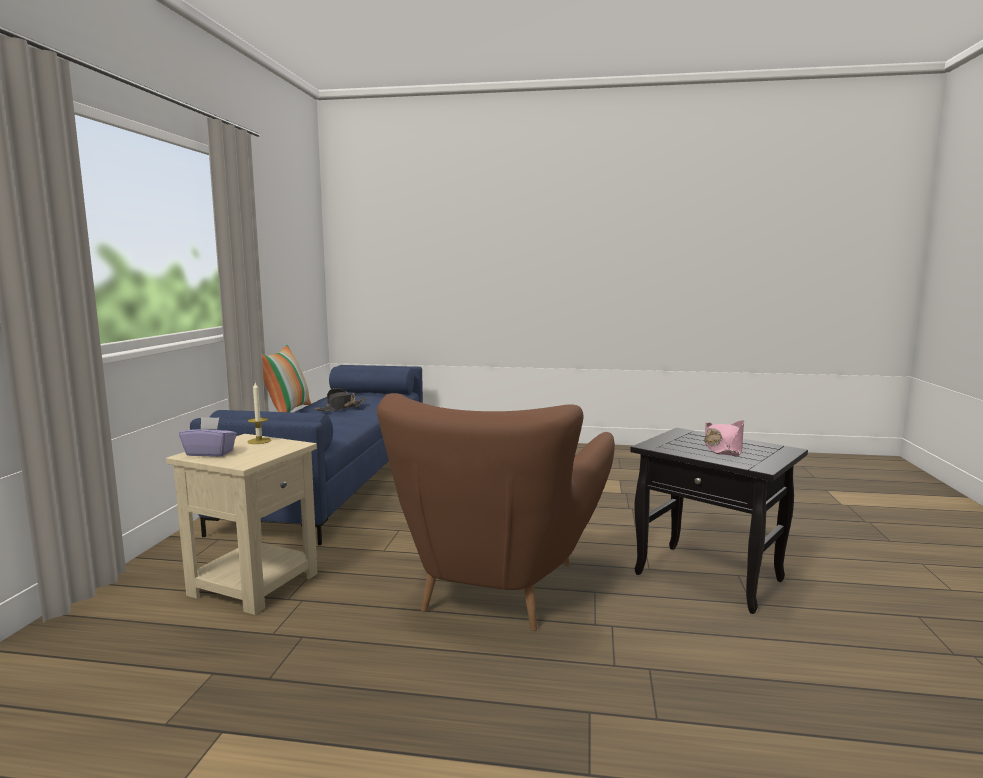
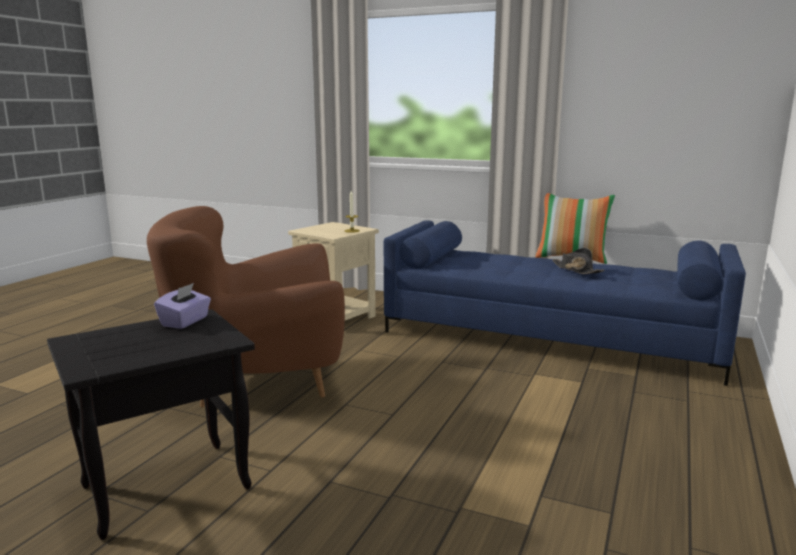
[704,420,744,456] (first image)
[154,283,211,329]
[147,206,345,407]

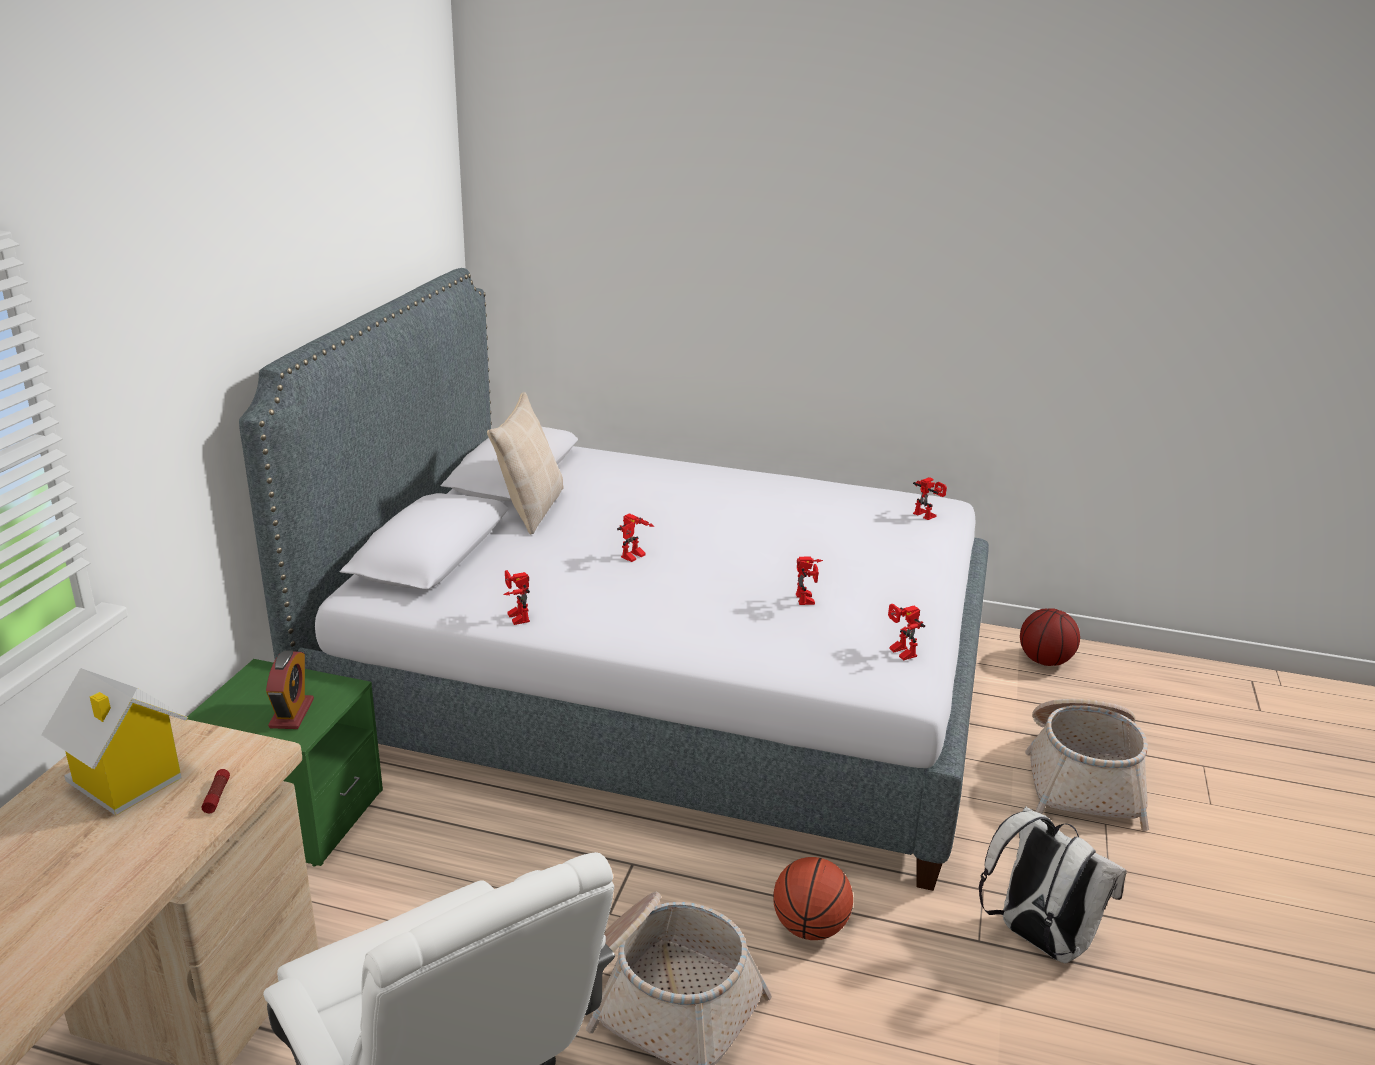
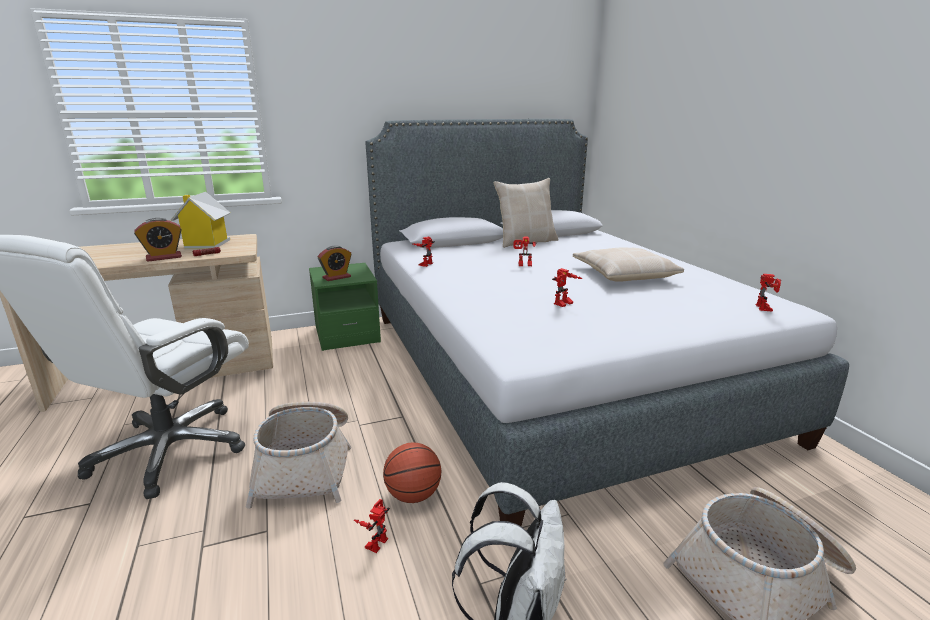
[1020,608,1080,666] (first image)
[134,218,182,262]
[573,247,684,282]
[354,499,390,553]

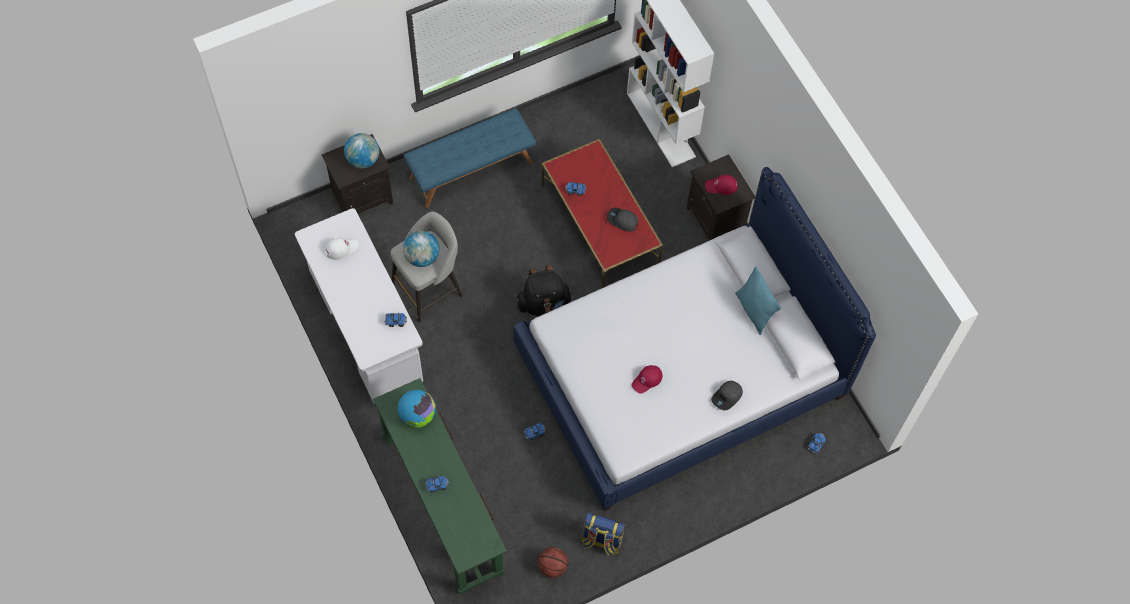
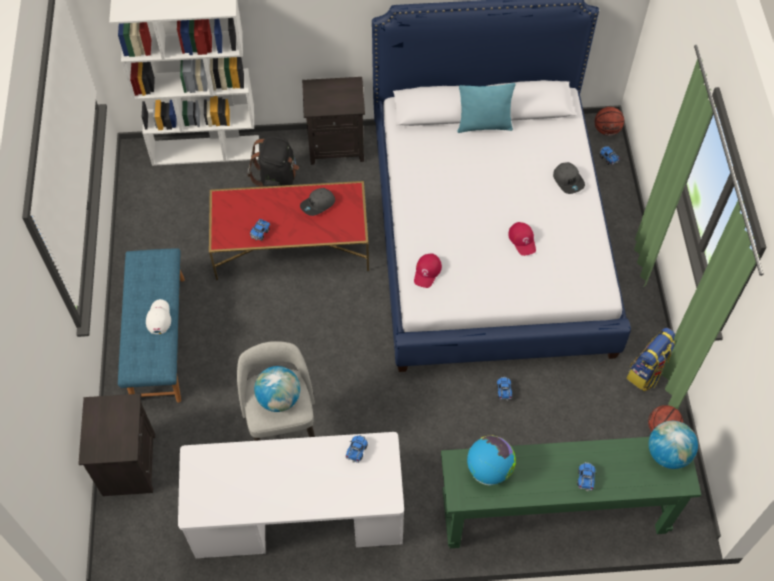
[595,107,624,136]
[146,299,171,334]
[649,421,698,469]
[248,136,299,187]
[414,253,442,288]

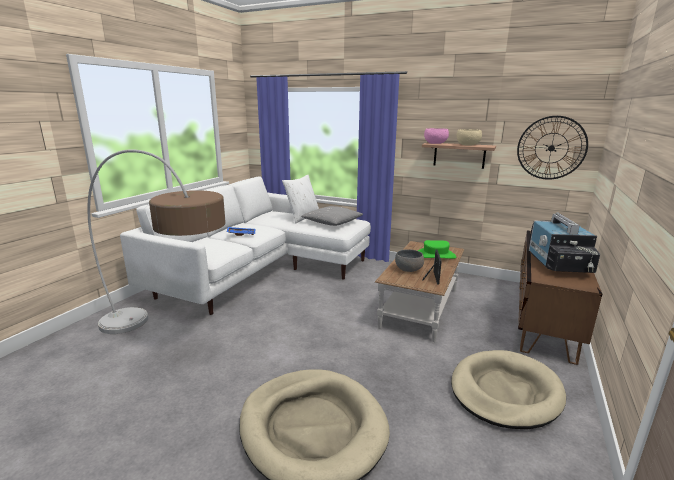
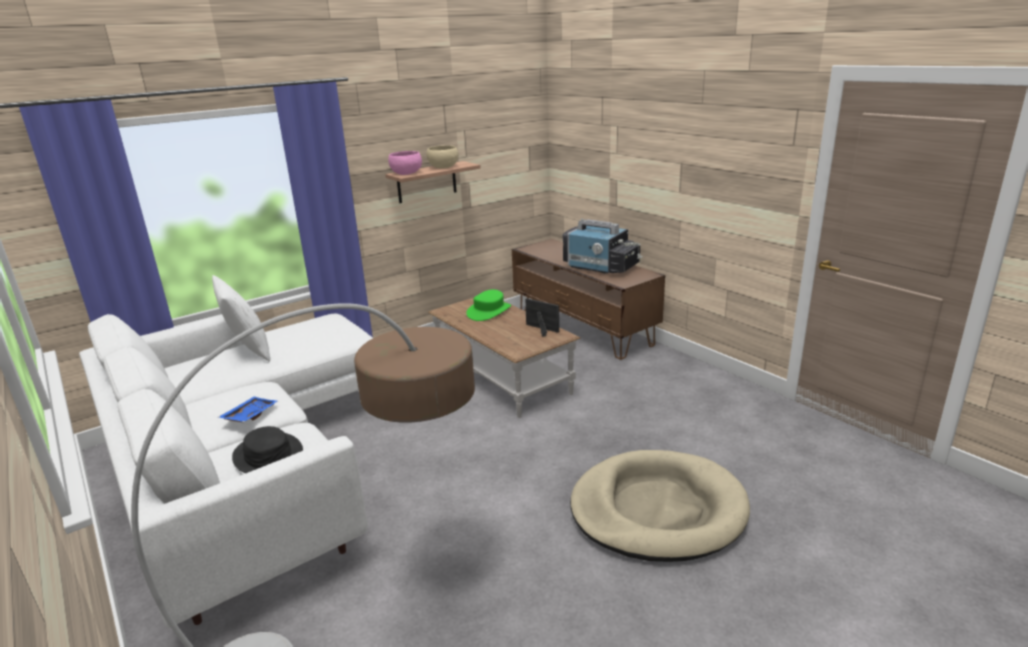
[301,206,363,226] (first image)
[395,249,424,272] (first image)
[451,350,566,429] (first image)
[517,116,588,180] (first image)
[232,426,303,473]

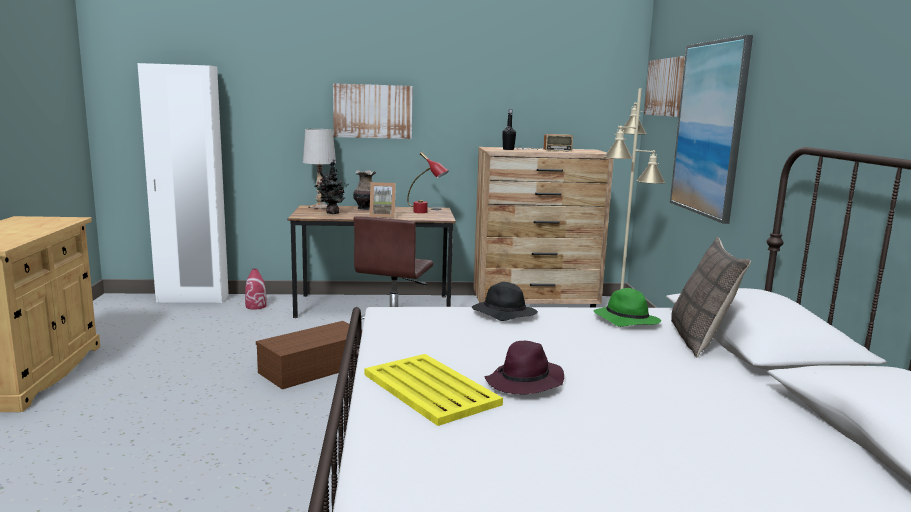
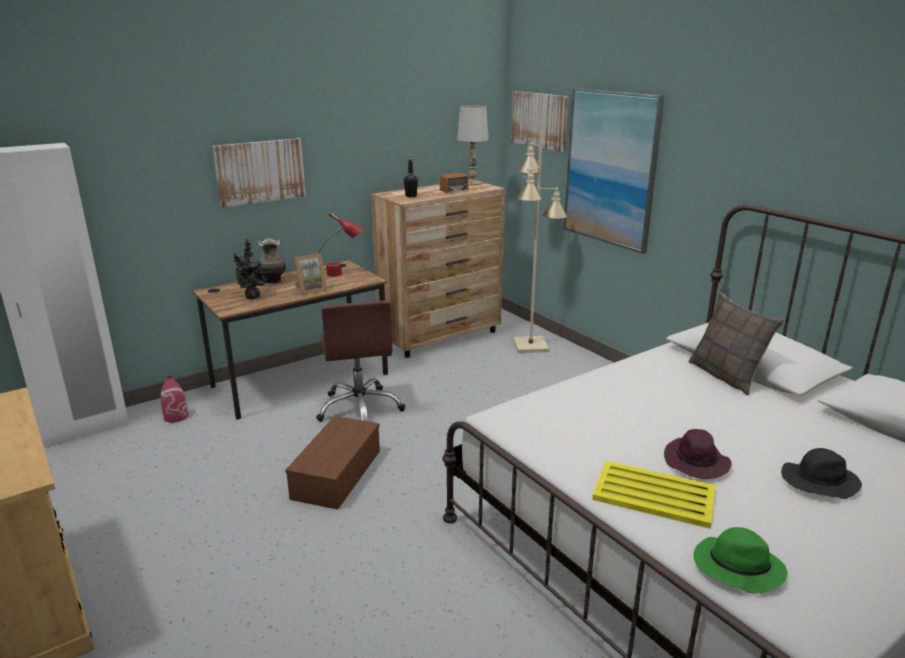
[457,105,489,185]
[781,448,862,499]
[693,527,787,594]

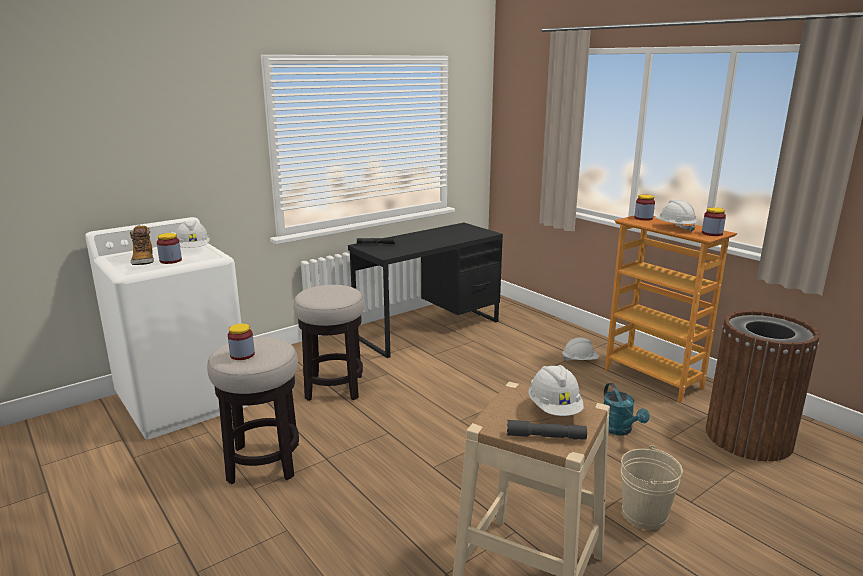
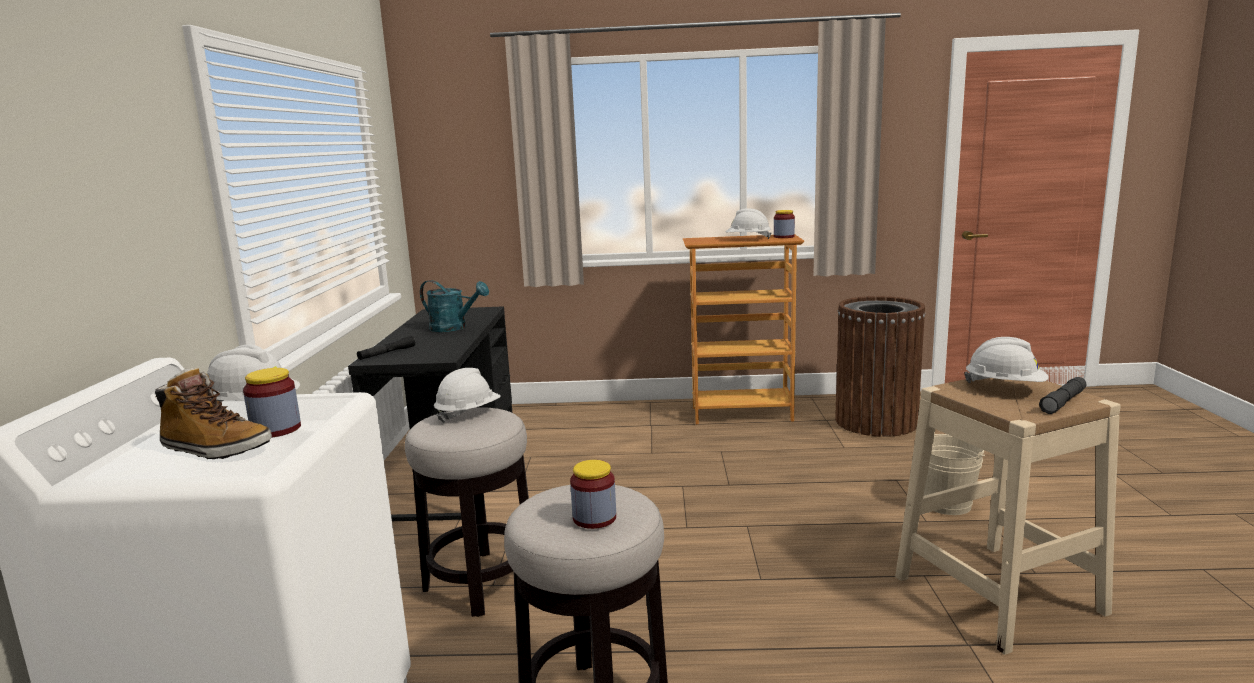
[634,195,655,221] (first image)
[434,368,501,423]
[420,280,489,332]

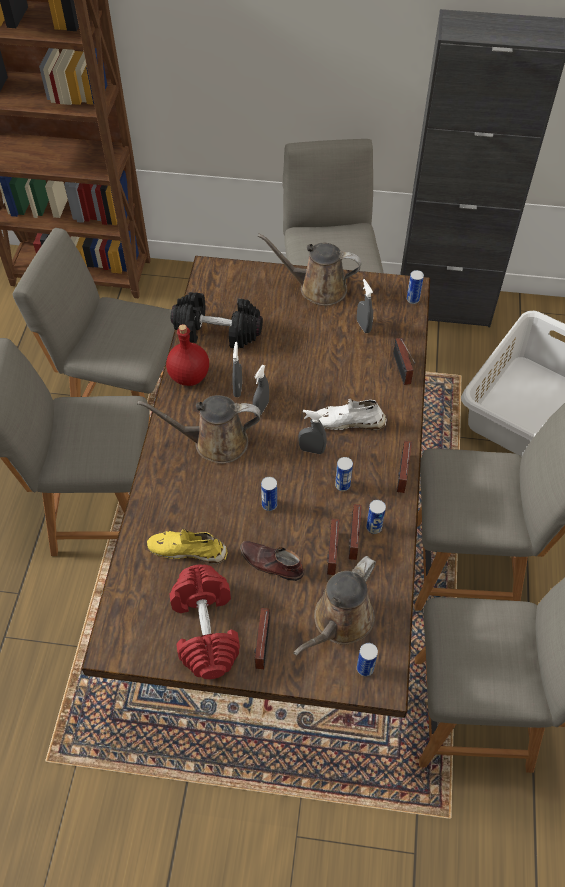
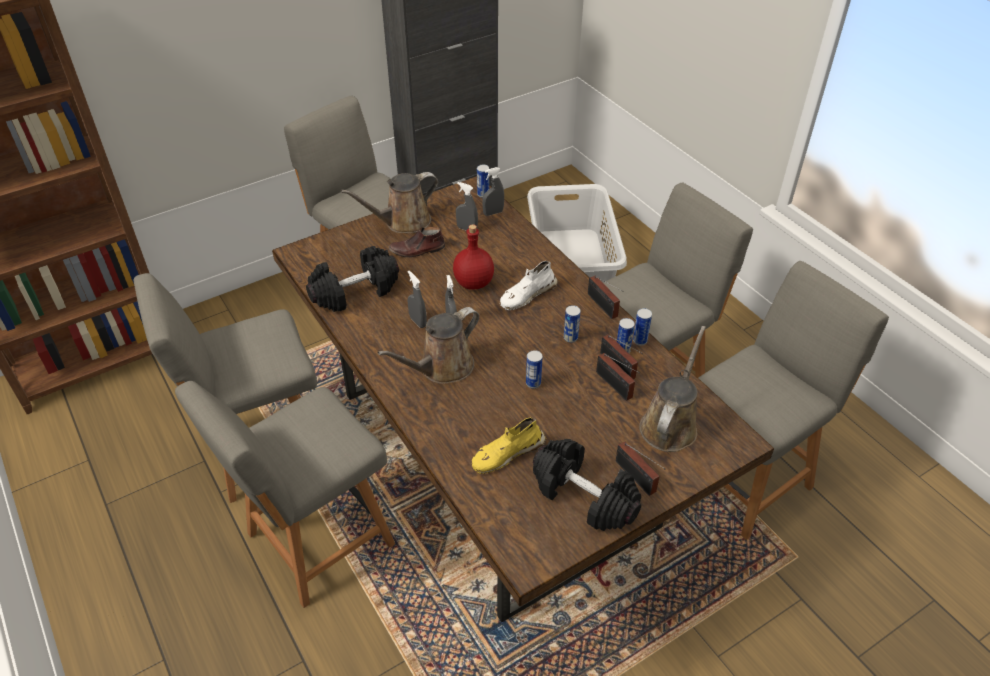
[393,338,415,385] (first image)
[453,224,494,290]
[389,227,445,257]
[482,167,504,216]
[633,308,652,346]
[533,439,641,531]
[639,326,706,452]

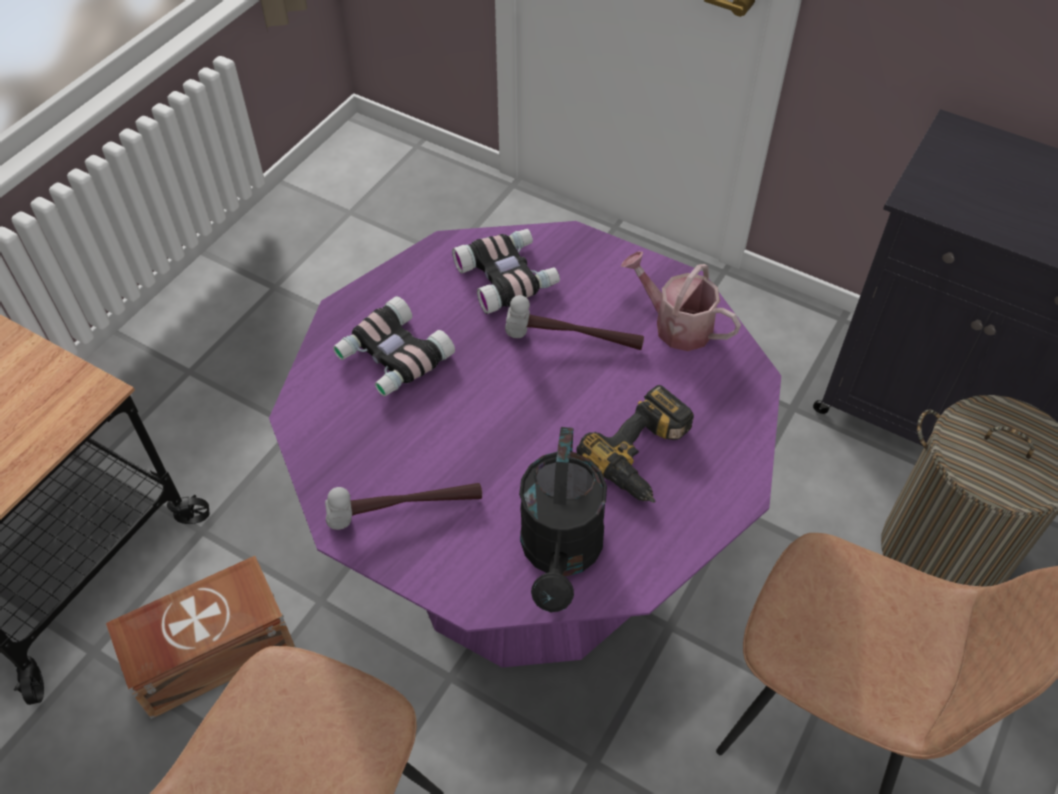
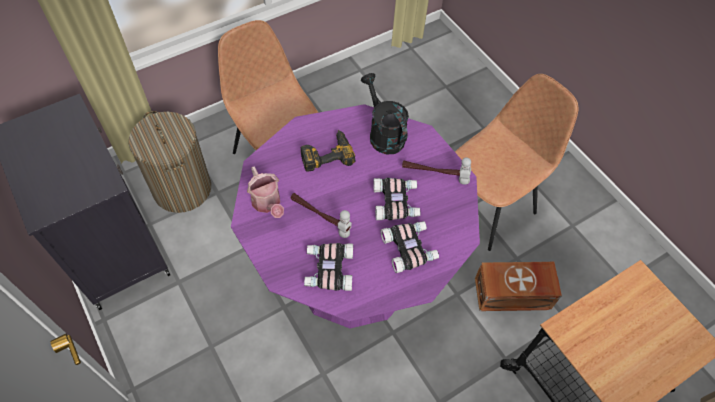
[373,178,420,220]
[361,73,409,154]

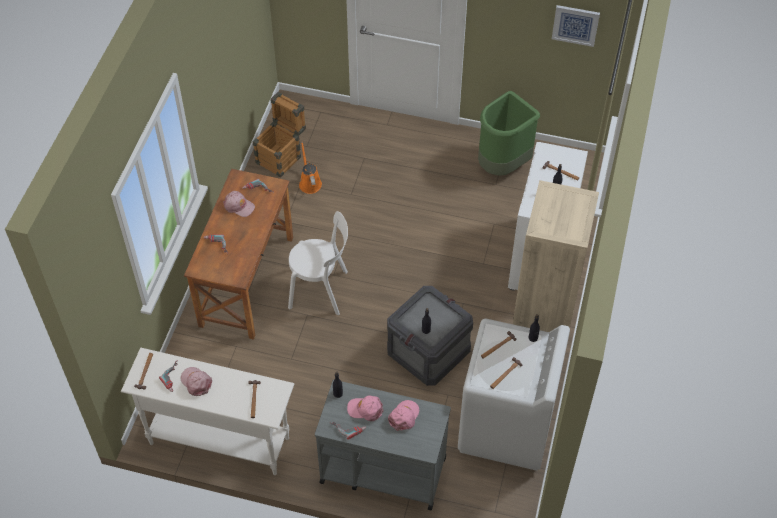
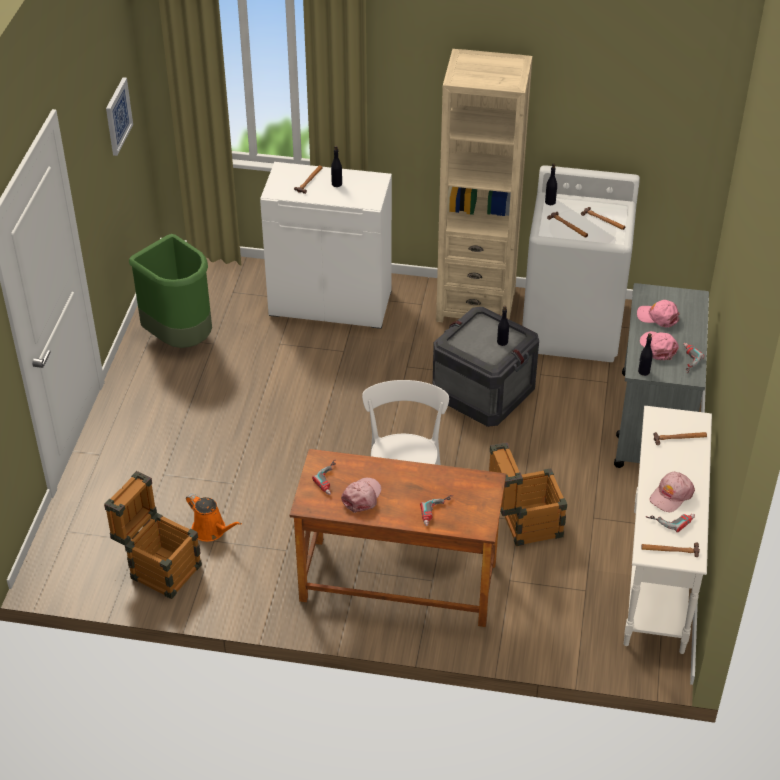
[489,442,567,546]
[186,493,242,542]
[640,331,679,360]

